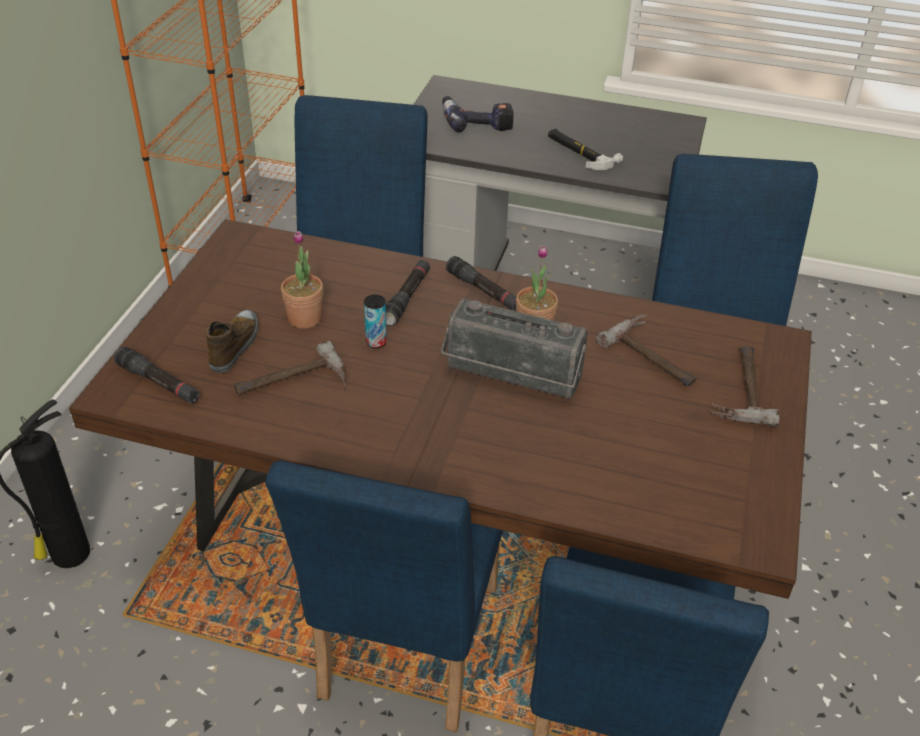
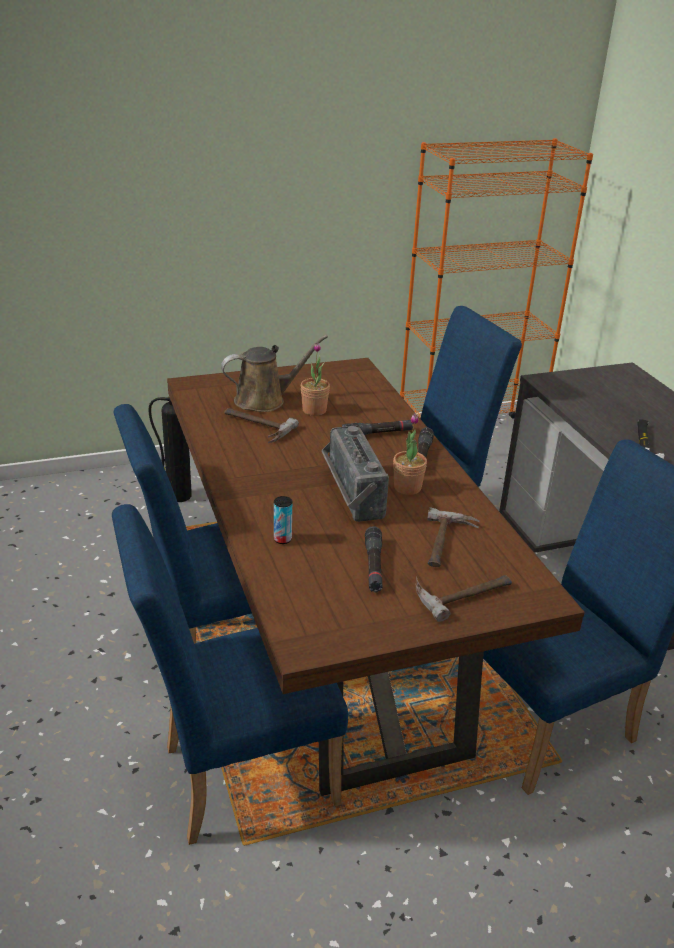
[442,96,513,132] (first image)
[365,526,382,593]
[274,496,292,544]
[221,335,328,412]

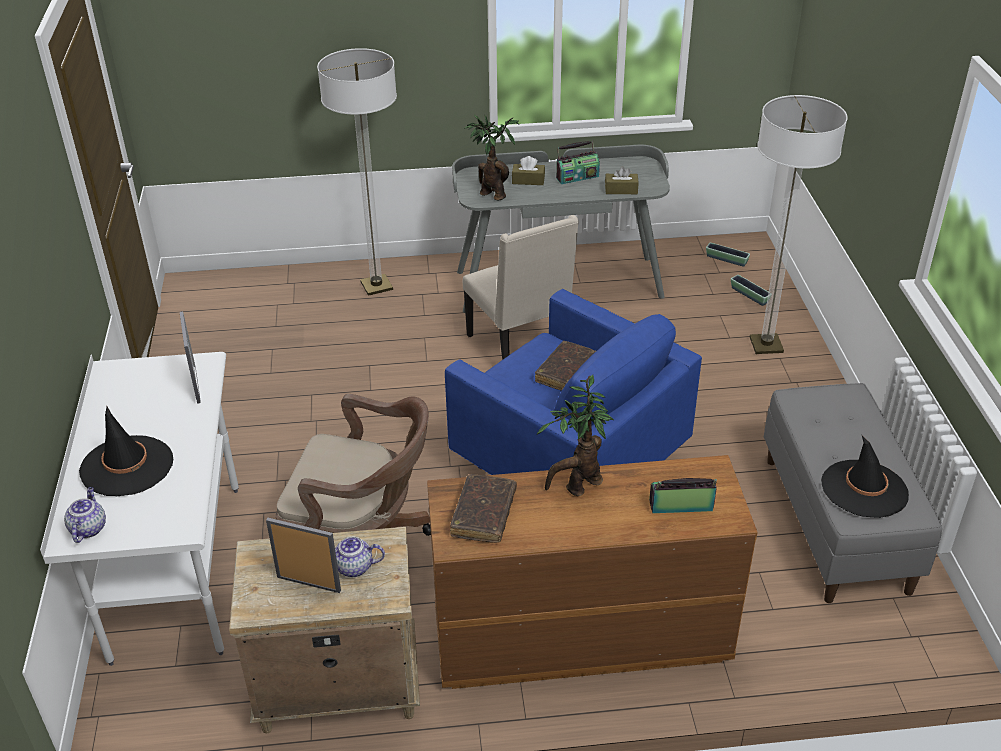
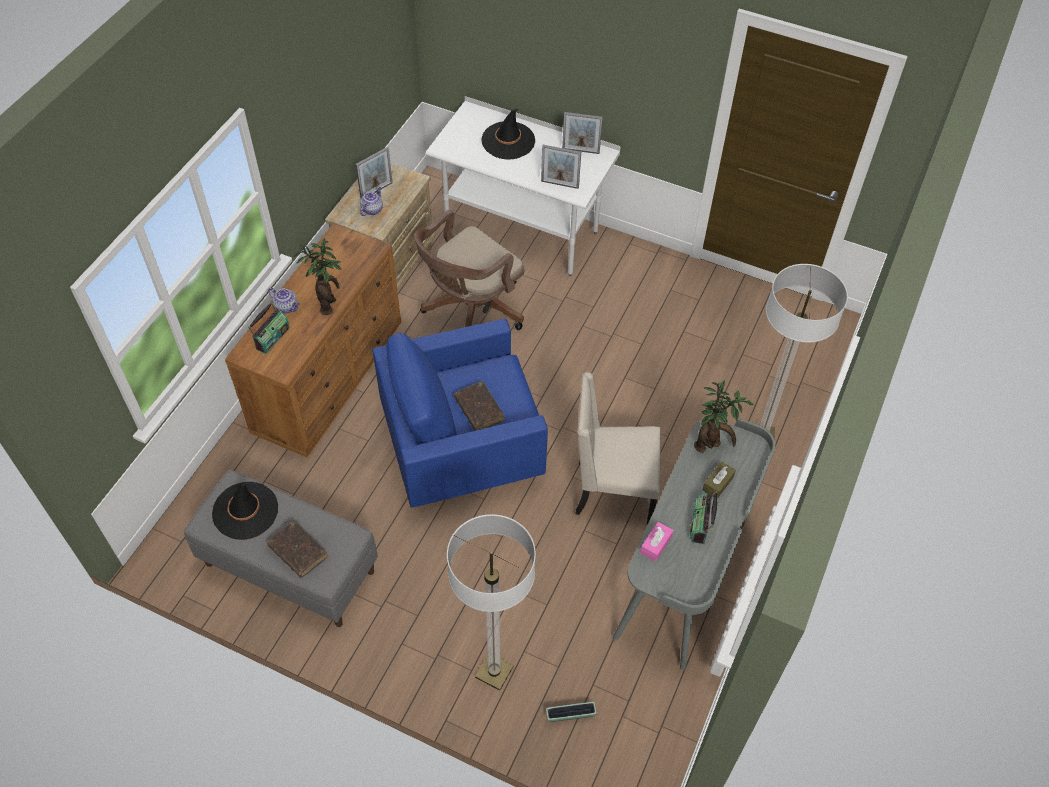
[706,243,750,267] (first image)
[562,112,603,154]
[268,288,300,313]
[267,520,328,578]
[640,522,674,562]

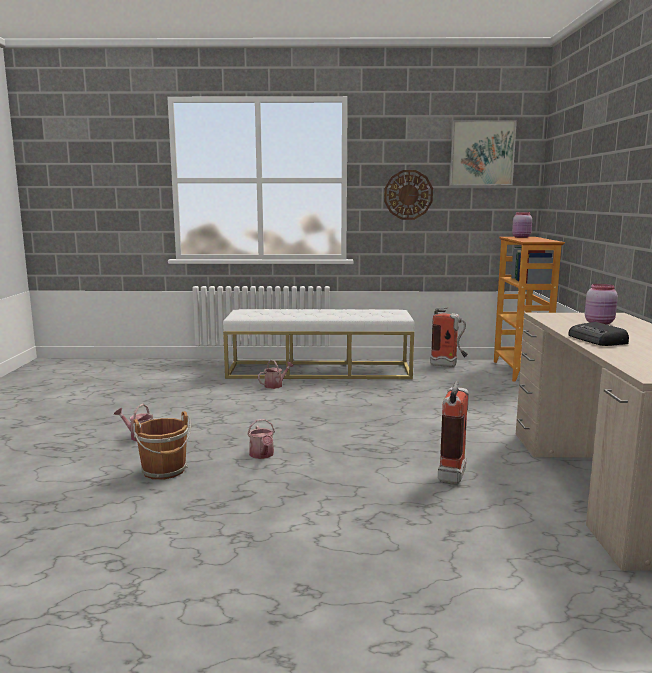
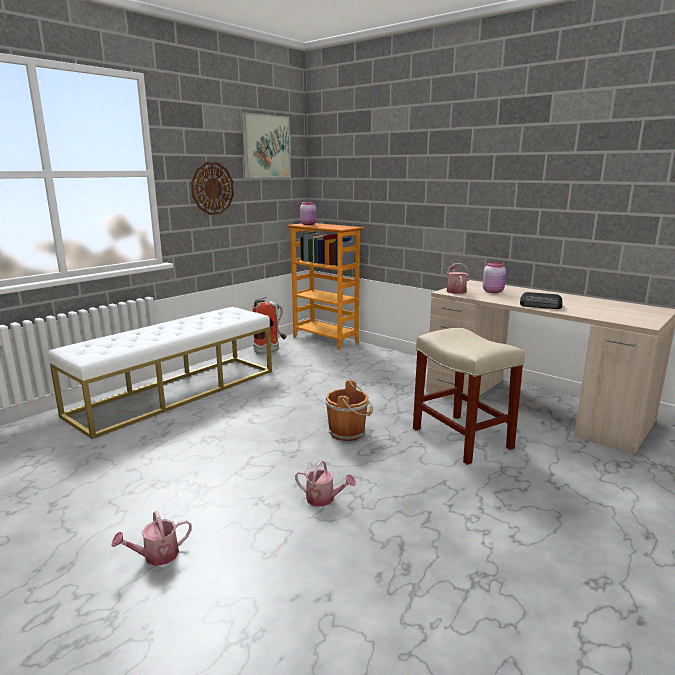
[325,380,373,441]
[447,263,469,294]
[413,328,525,465]

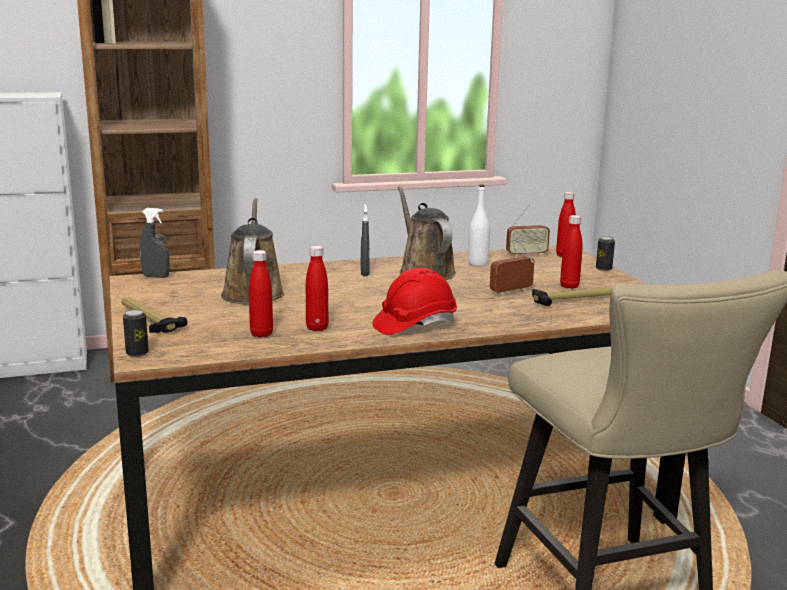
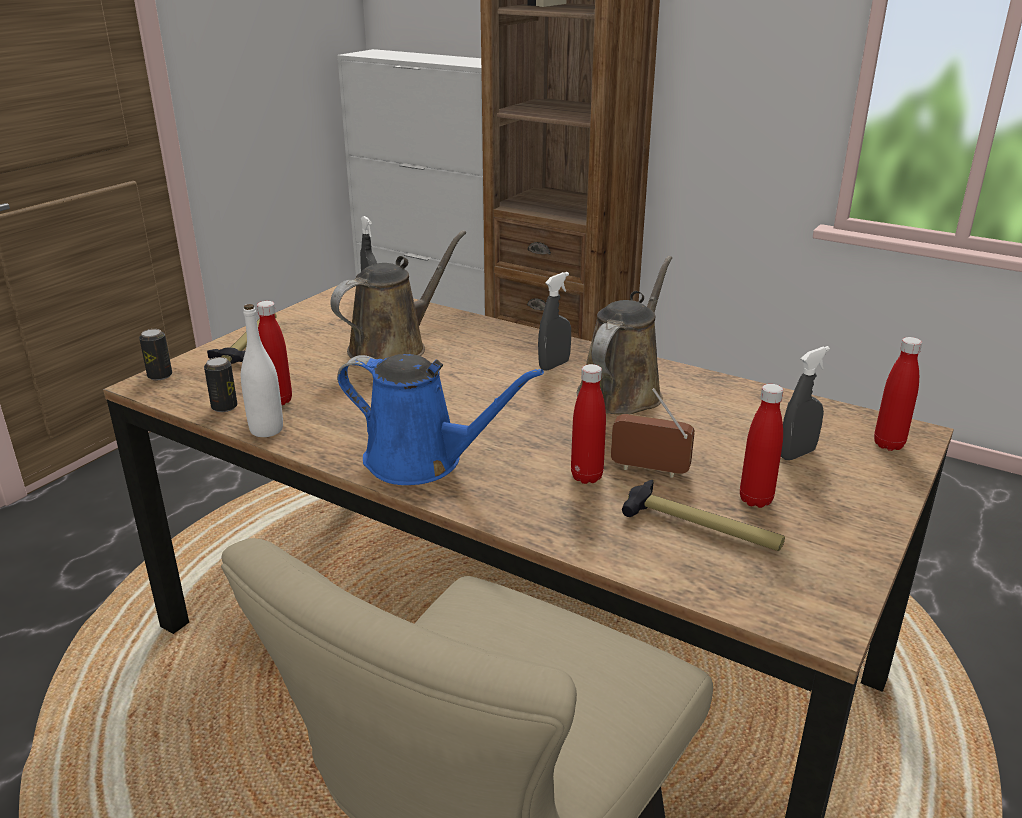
[506,204,550,257] (first image)
[781,346,830,460]
[571,364,606,484]
[241,304,283,437]
[204,357,237,412]
[337,354,544,485]

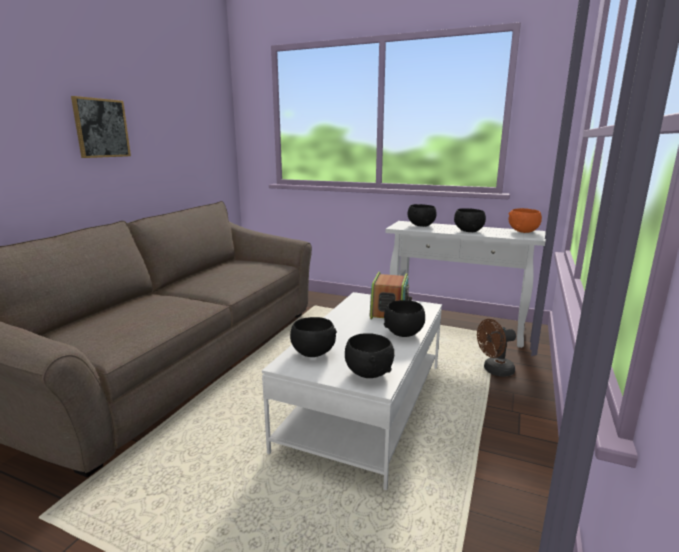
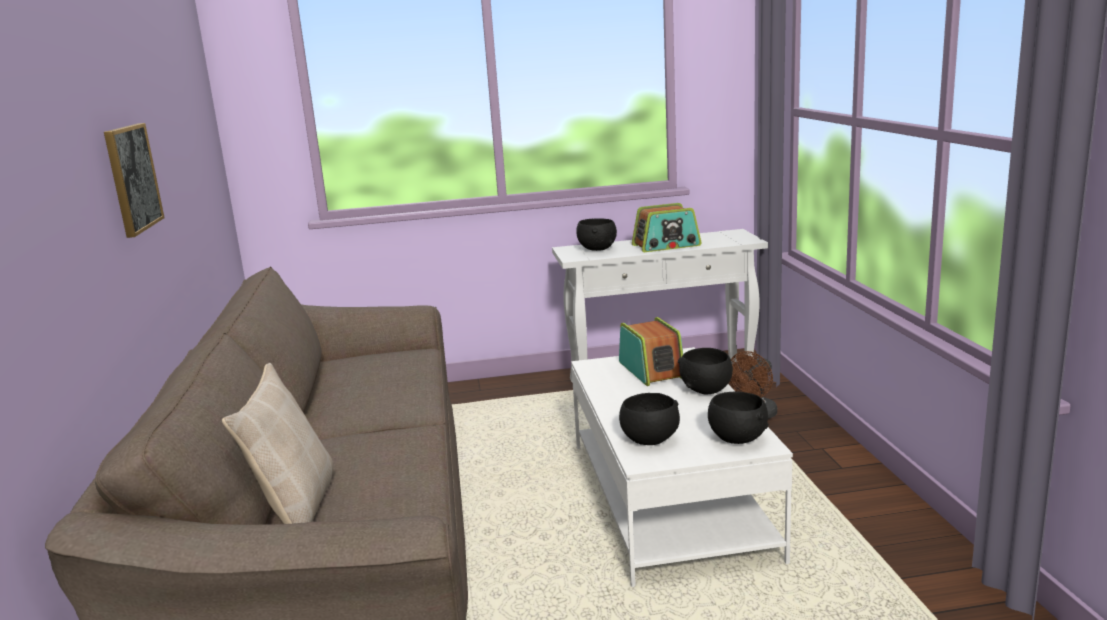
[508,208,542,233] (first image)
[222,363,335,524]
[632,203,701,252]

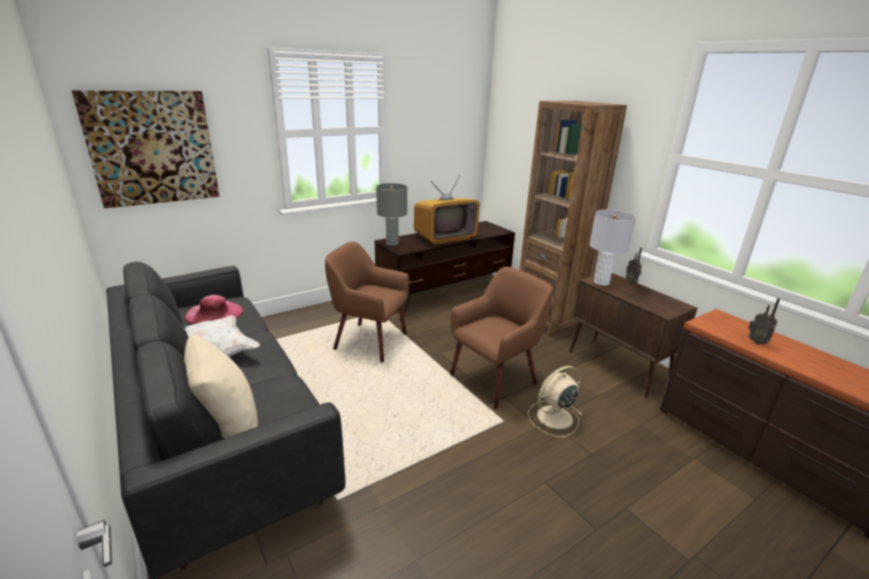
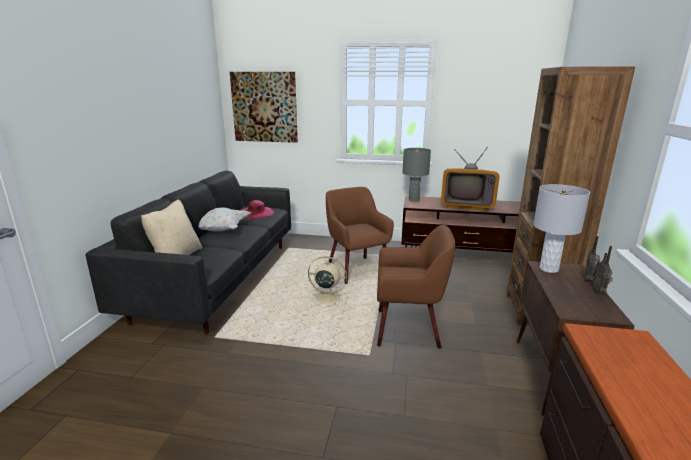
[308,256,347,307]
[593,246,613,294]

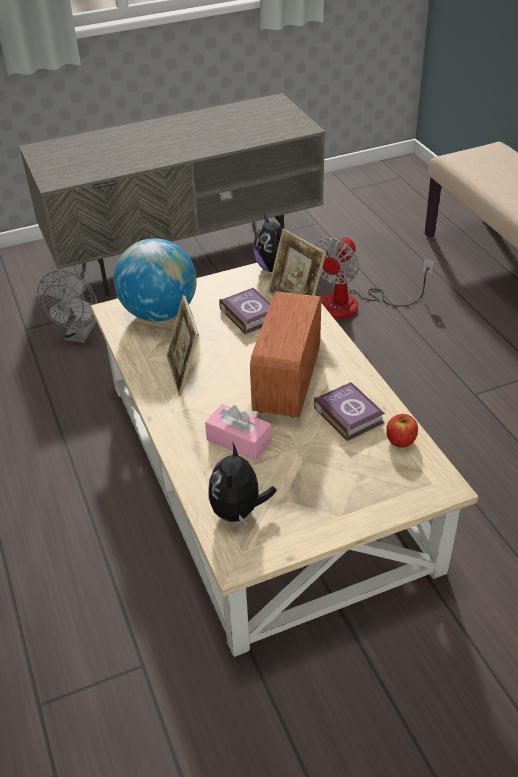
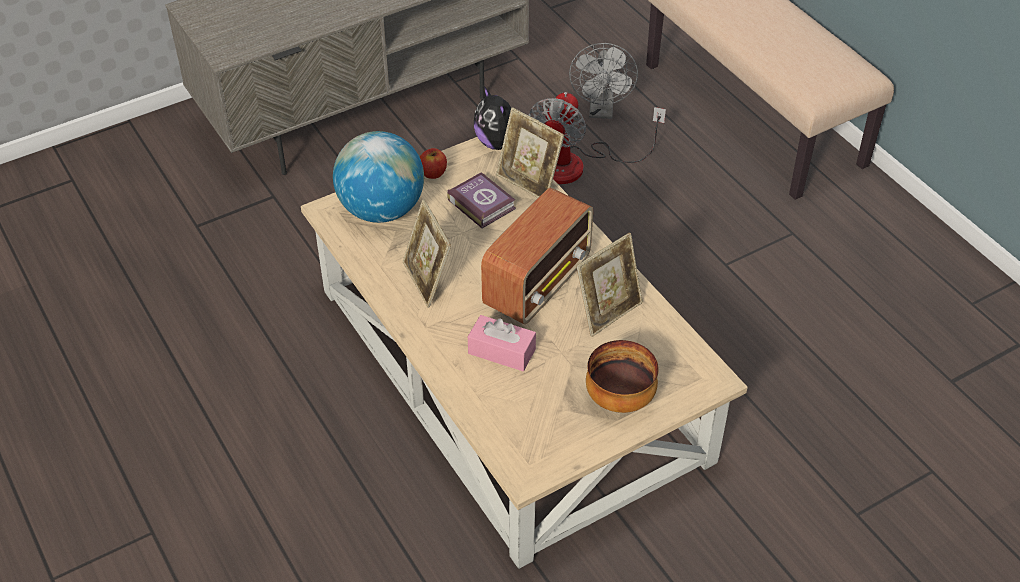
[208,443,277,527] (first image)
[586,340,659,413]
[569,43,638,119]
[420,148,447,179]
[576,233,643,337]
[481,188,593,324]

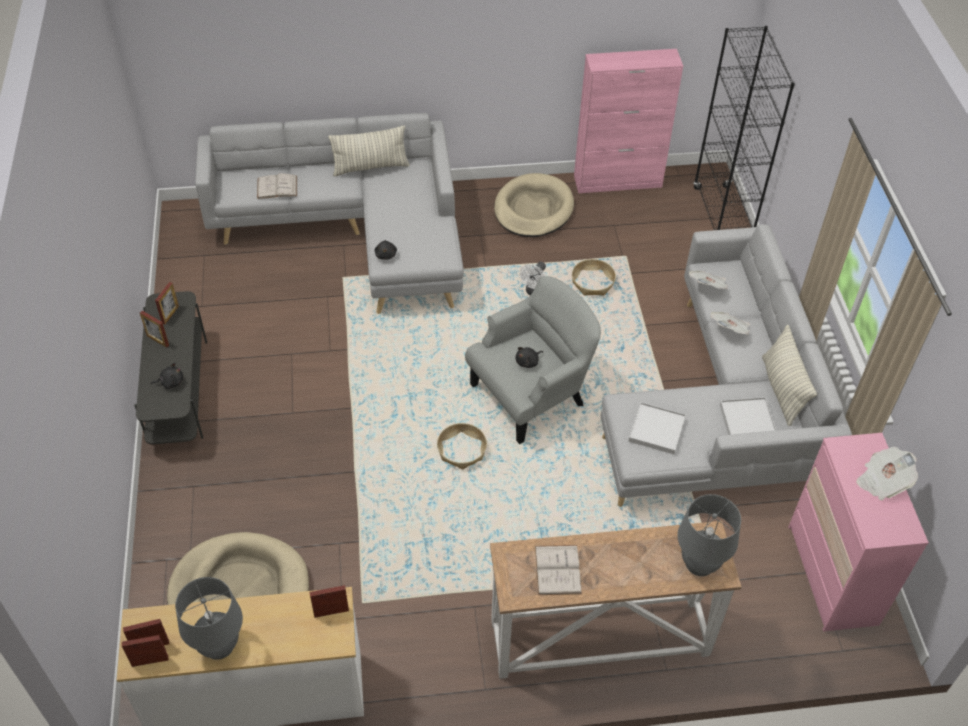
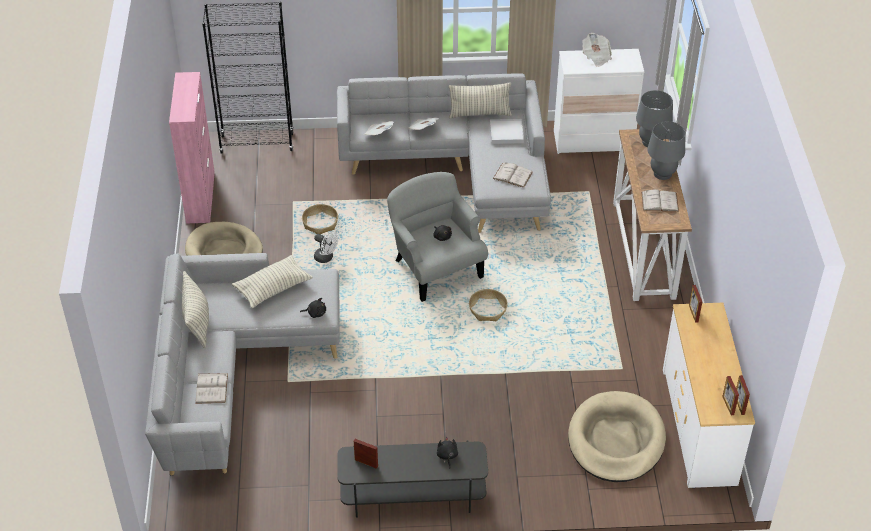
[140,311,169,348] (first image)
[232,255,313,308]
[647,121,686,180]
[493,162,533,188]
[554,49,644,154]

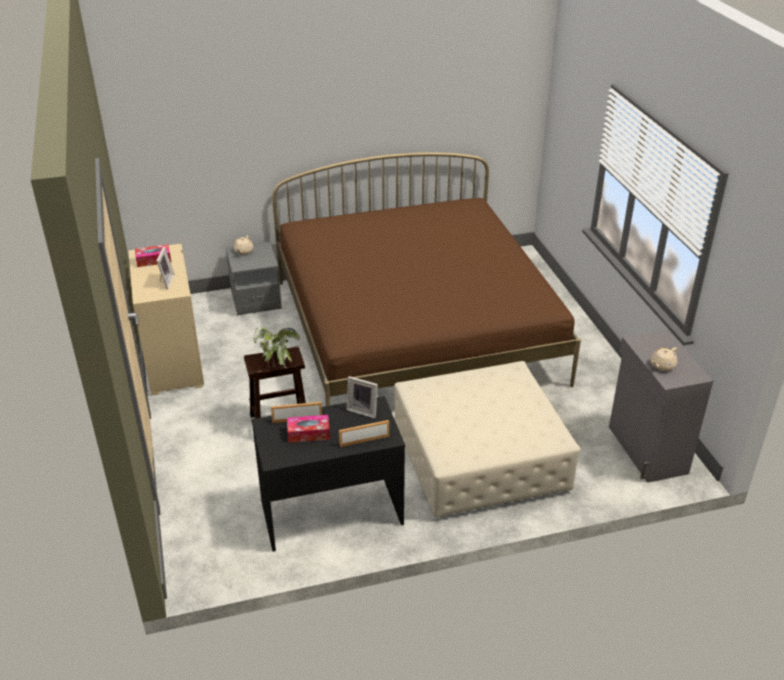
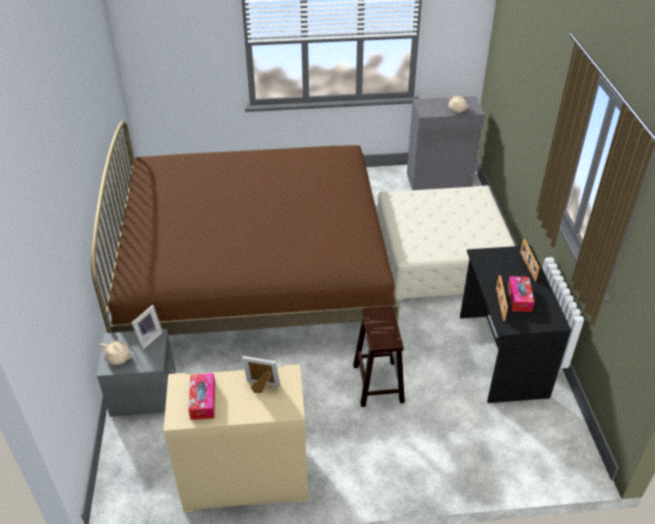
[254,327,300,368] (first image)
[131,305,163,350]

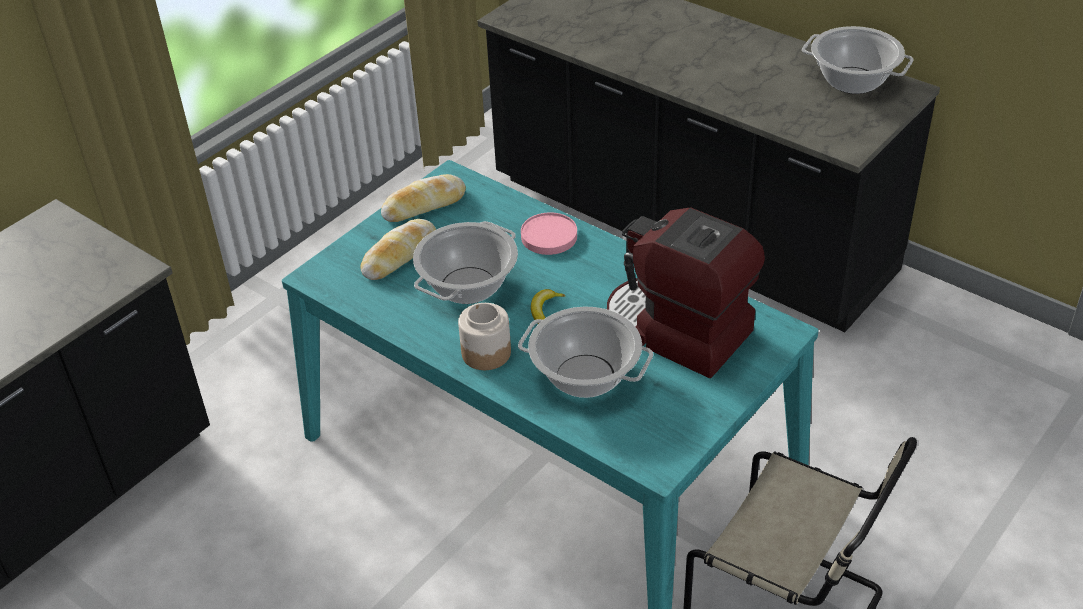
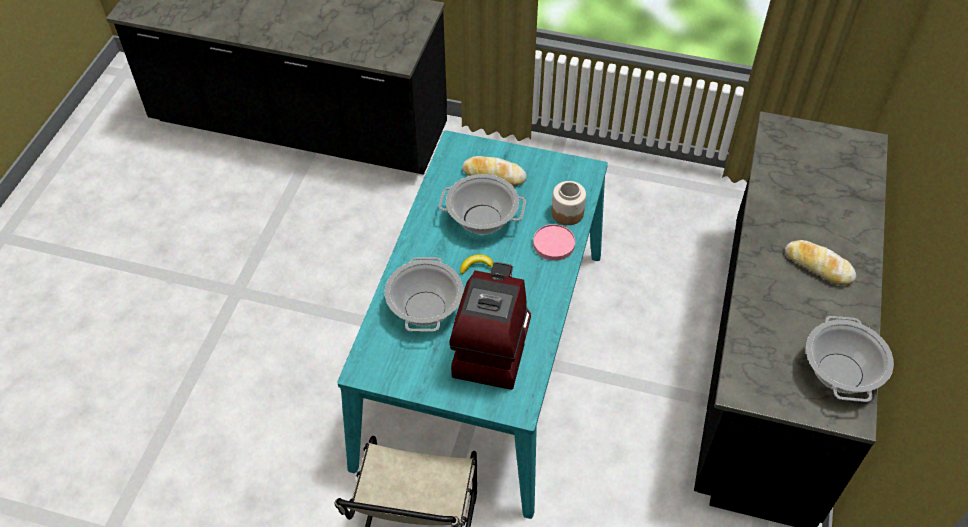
[785,240,856,285]
[551,181,586,225]

